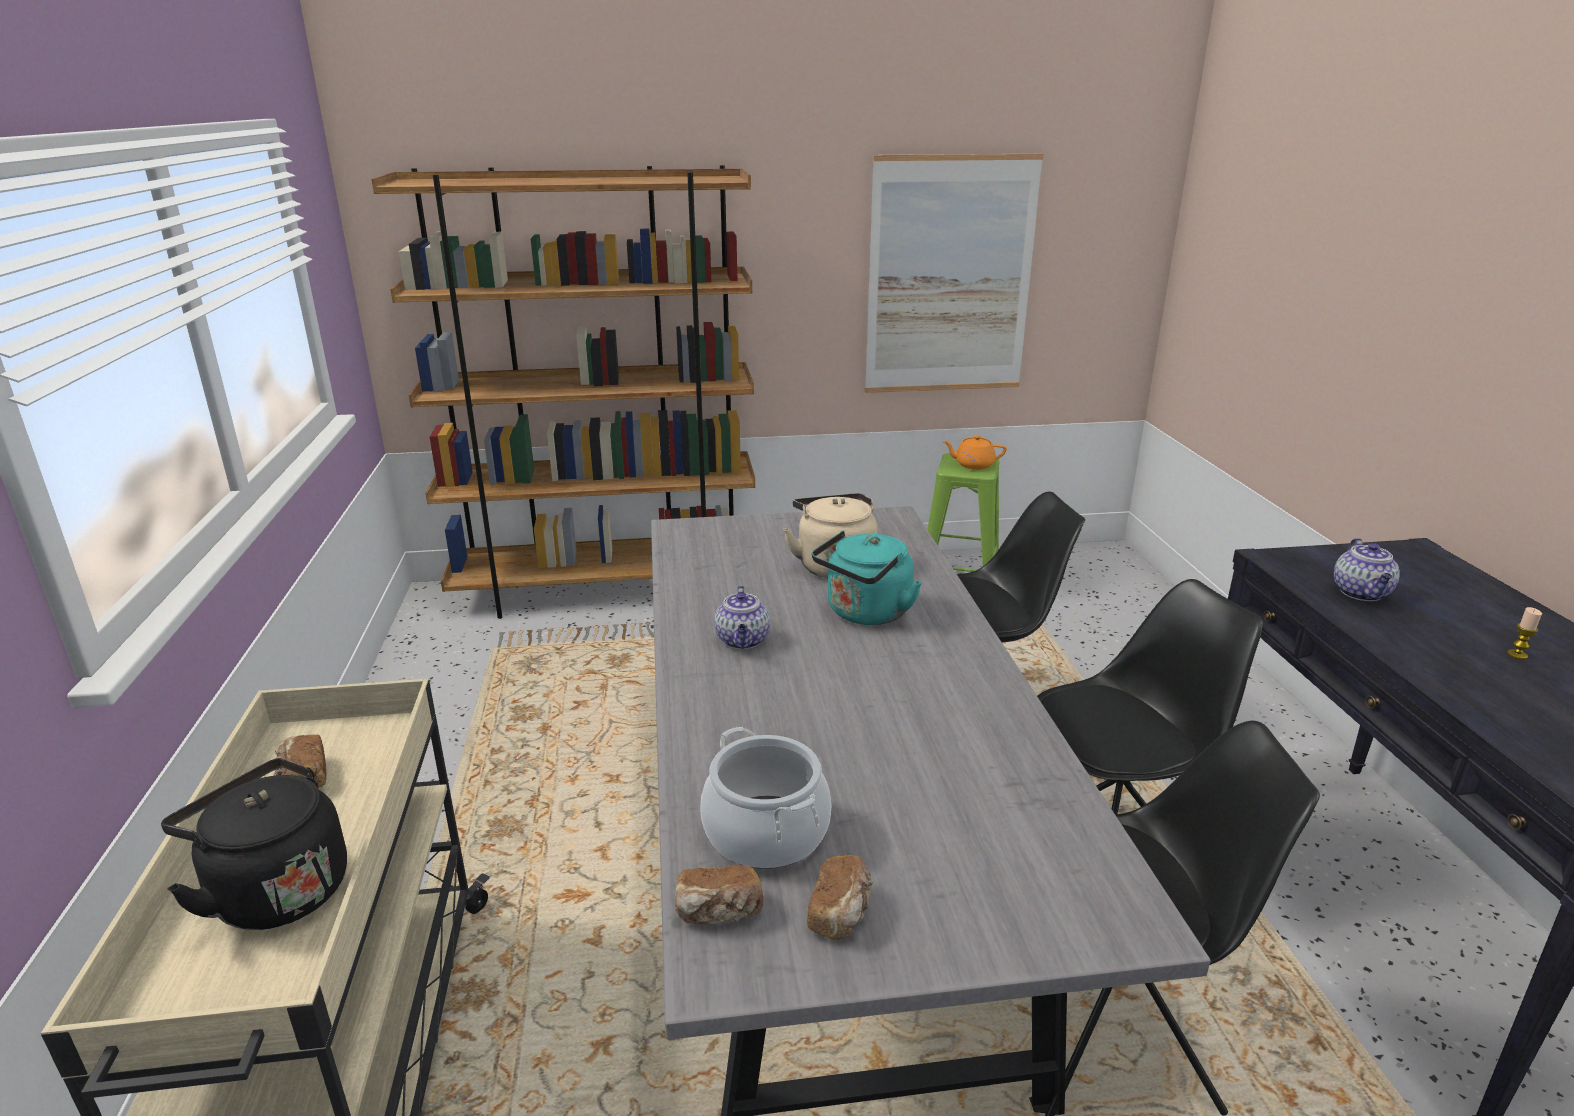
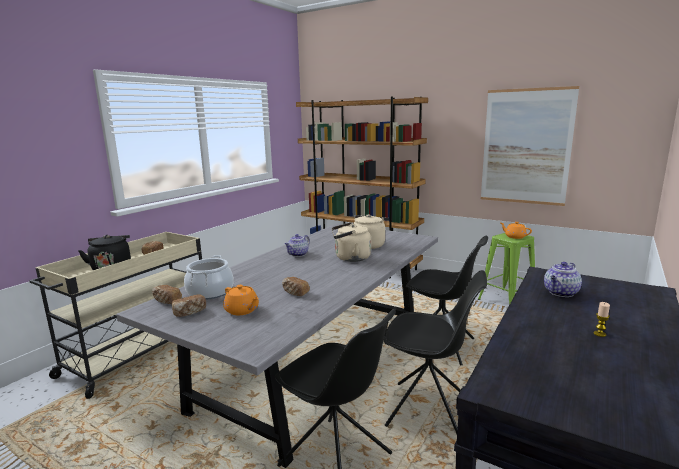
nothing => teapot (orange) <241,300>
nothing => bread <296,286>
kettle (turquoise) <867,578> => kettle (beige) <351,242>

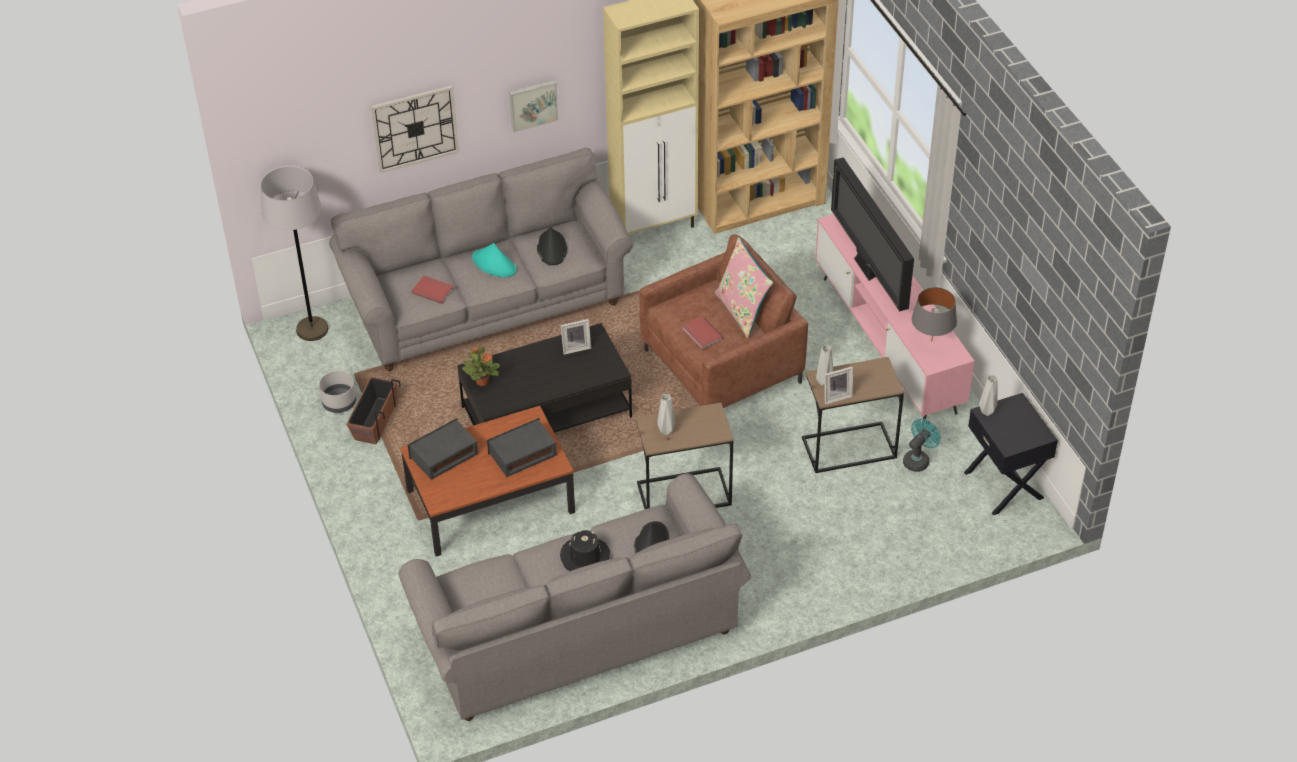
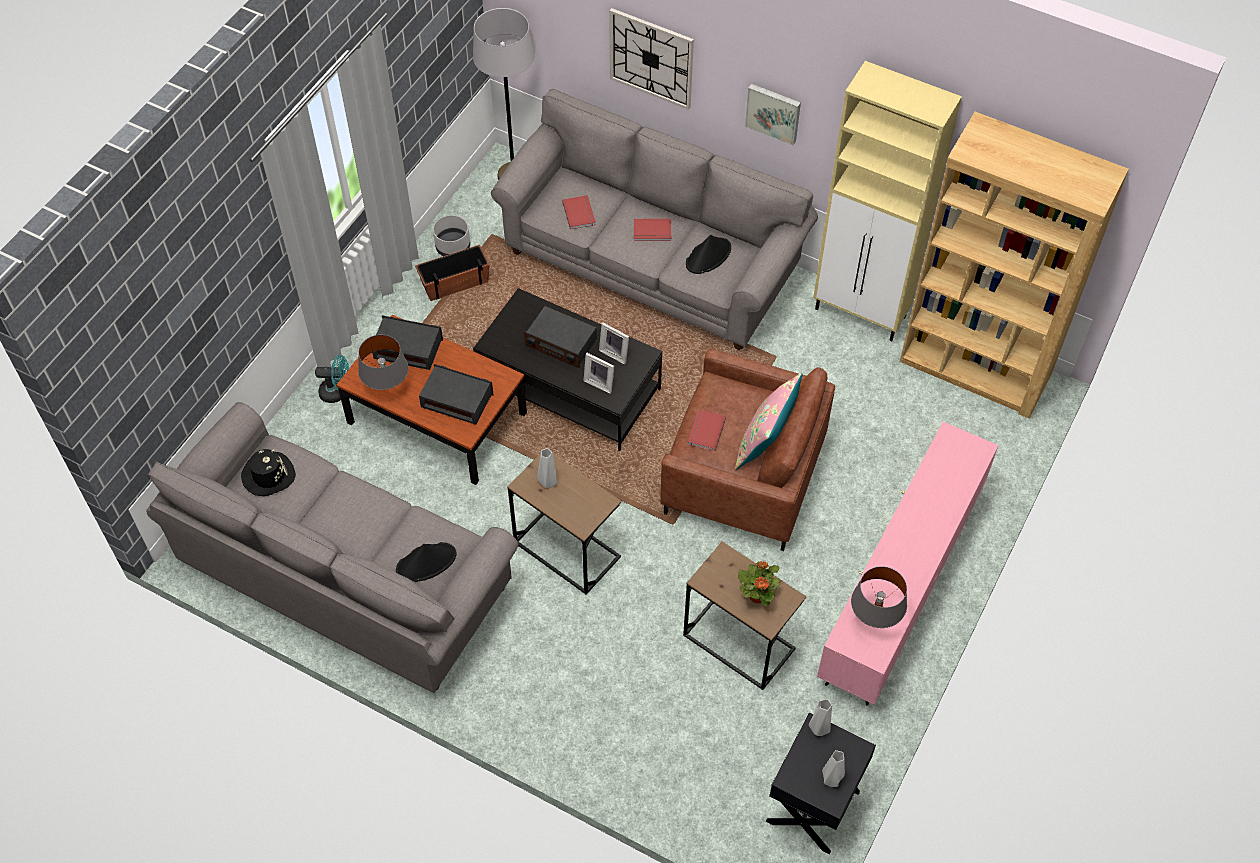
television <872,234> => nothing
nothing => table lamp (grey) <383,362>
nothing => radio <560,337>
potted plant <481,366> => potted plant <759,583>, move
hat (black) <585,550> => hat (black) <268,472>, move
vase (grey) <824,365> => vase (grey) <833,768>, move
picture frame <838,385> => picture frame <598,373>, move
fan (turquoise) <922,445> => fan (turquoise) <332,379>, move
hat (turquoise) <494,260> => book (red) <653,230>

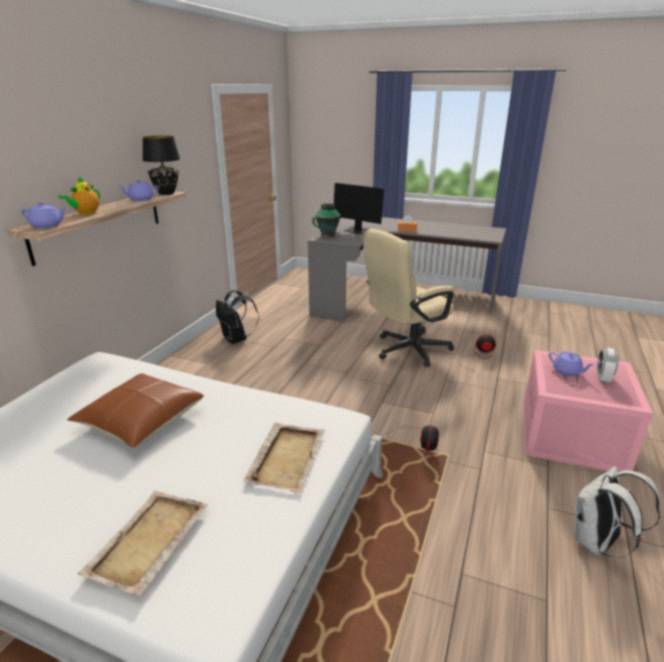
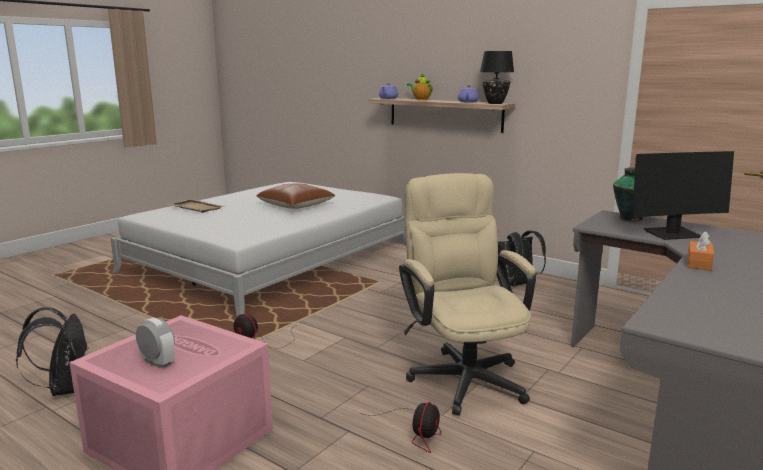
tray (beige) <283,458> => nothing
teapot (purple) <571,364> => nothing
backpack (white) <618,512> => backpack (black) <51,351>
monitor <359,209> => monitor <683,195>, 150 degrees counterclockwise

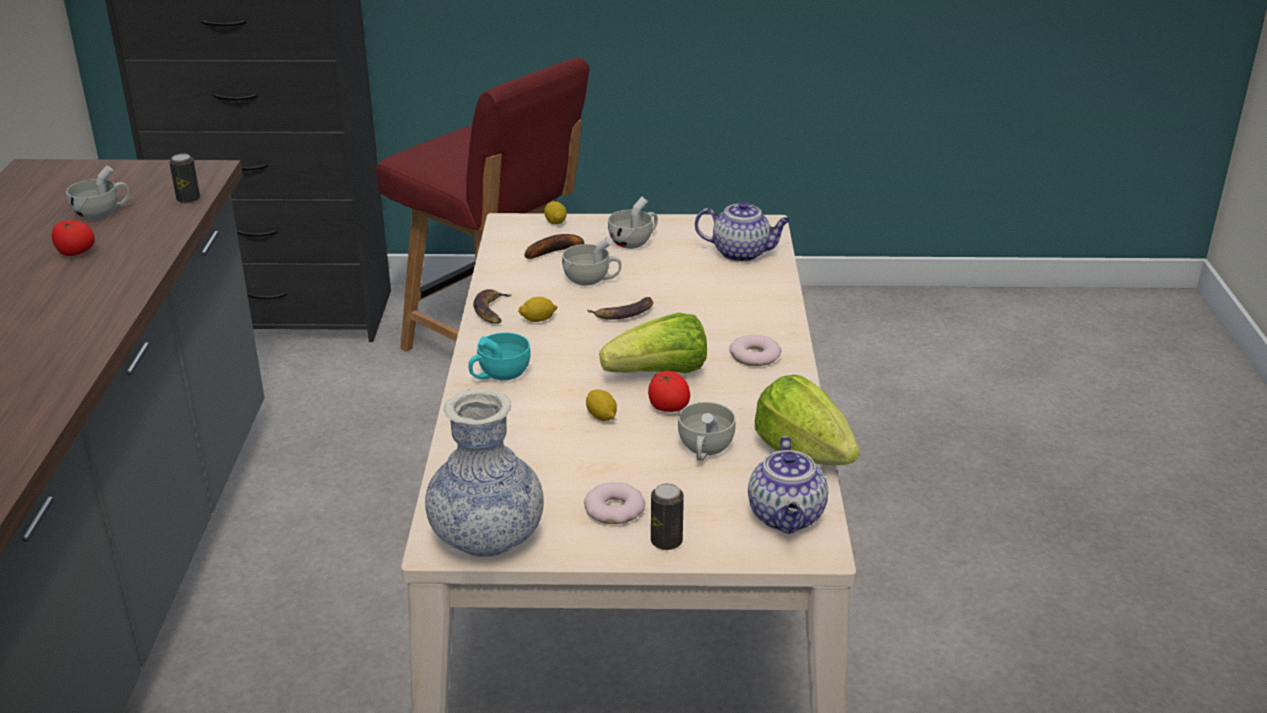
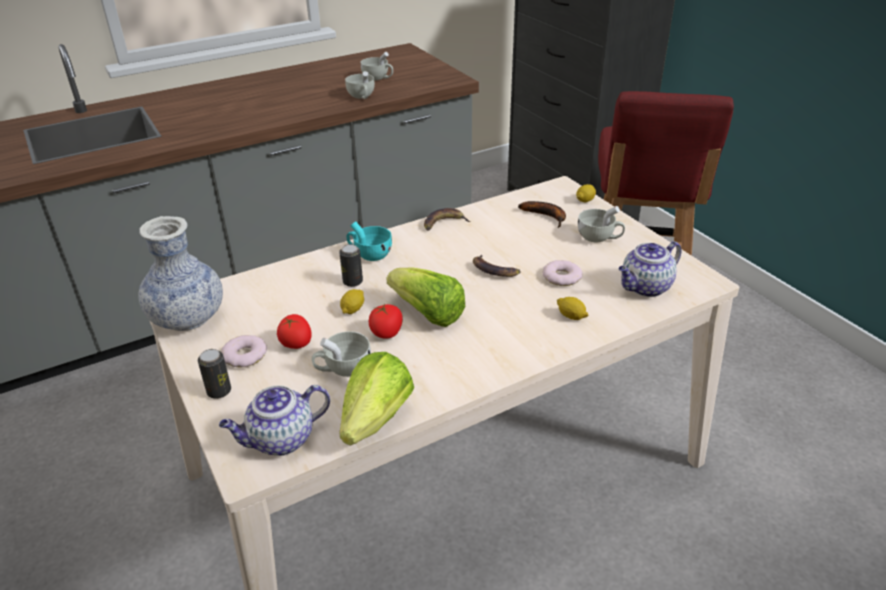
tomato <73,238> => tomato <294,331>, move
can <184,178> => can <351,265>, move
lemon <537,309> => lemon <573,308>, move
cup (white) <591,261> => cup (white) <360,85>, move
donut <755,350> => donut <562,273>, move
teapot <743,231> => teapot <649,269>, 75 degrees clockwise

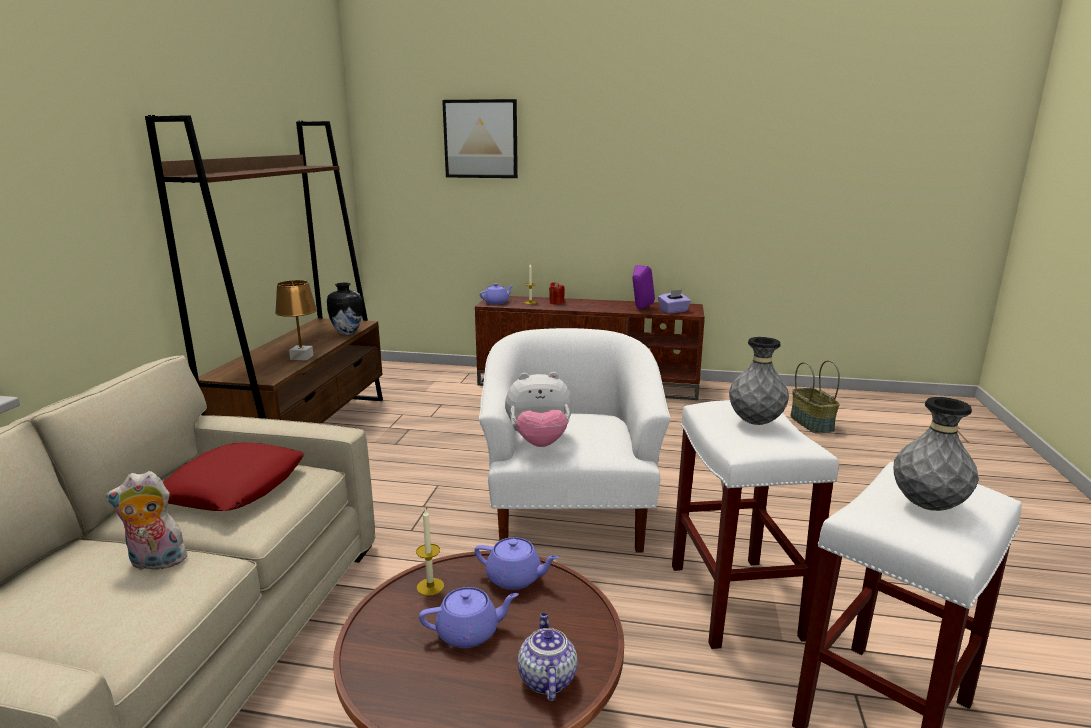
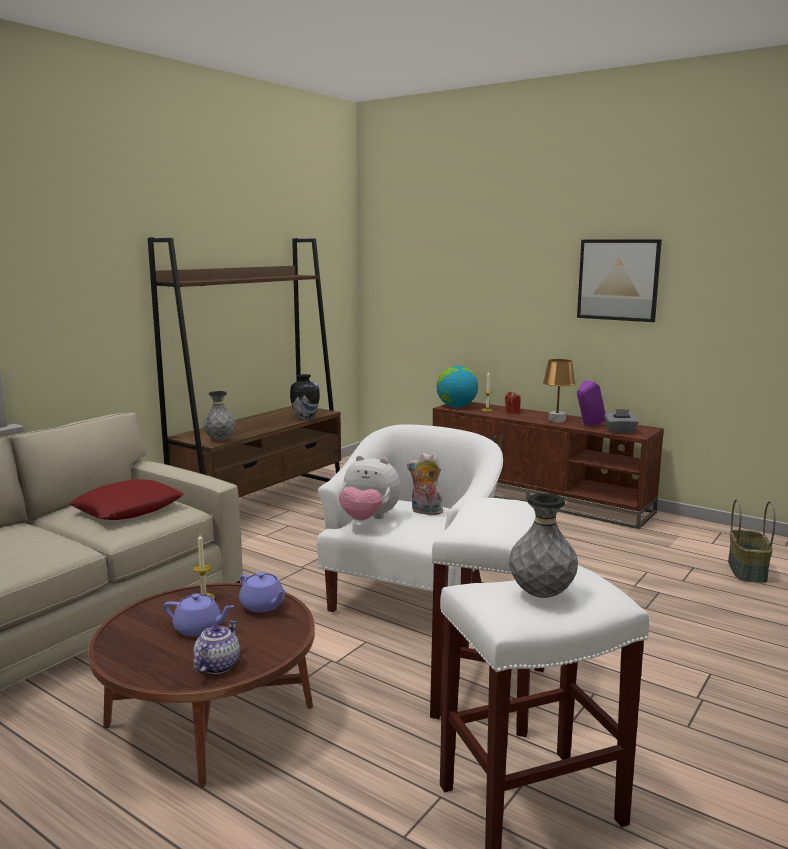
plush toy <148,520> => plush toy <425,484>, move
table lamp (brown) <296,320> => table lamp (brown) <559,391>, move
picture <480,138> => picture <619,280>, move
vase (grey) <759,381> => vase (grey) <219,416>, move
teapot (purple) <496,293> => globe <457,386>
tissue box (purple) <674,302> => tissue box (grey) <621,421>

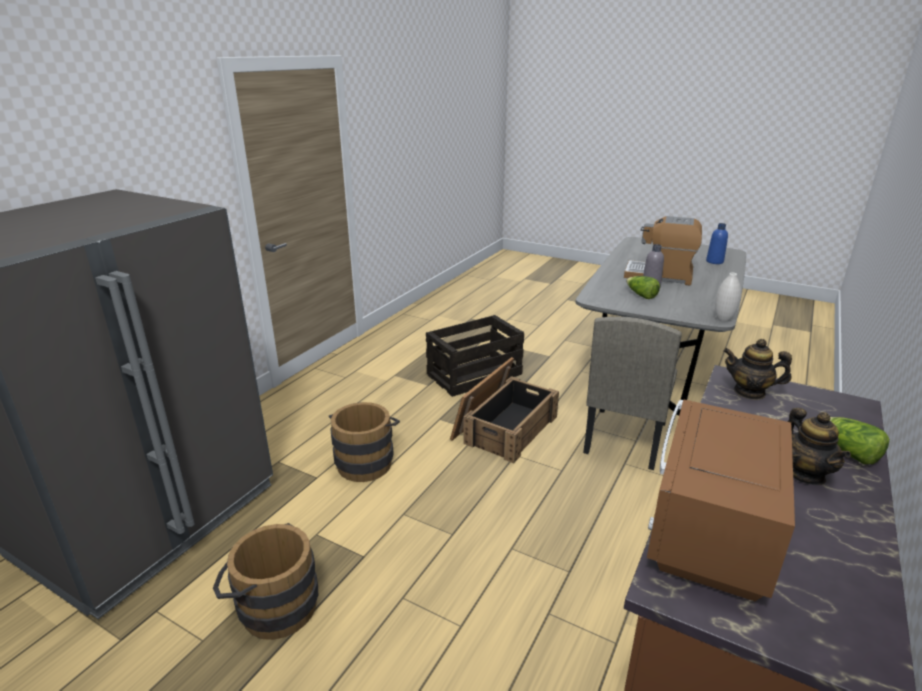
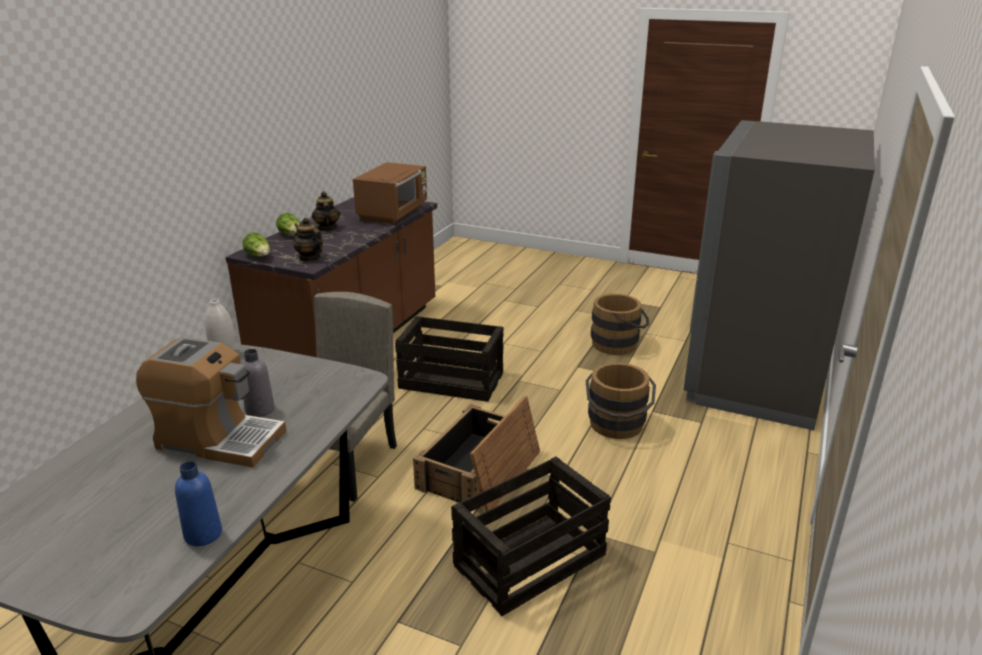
nothing => crate <449,359>
lettuce <643,287> => lettuce <256,244>, move
bottle (blue) <717,243> => bottle (blue) <198,503>, move
teapot <757,369> => teapot <308,239>, 150 degrees counterclockwise

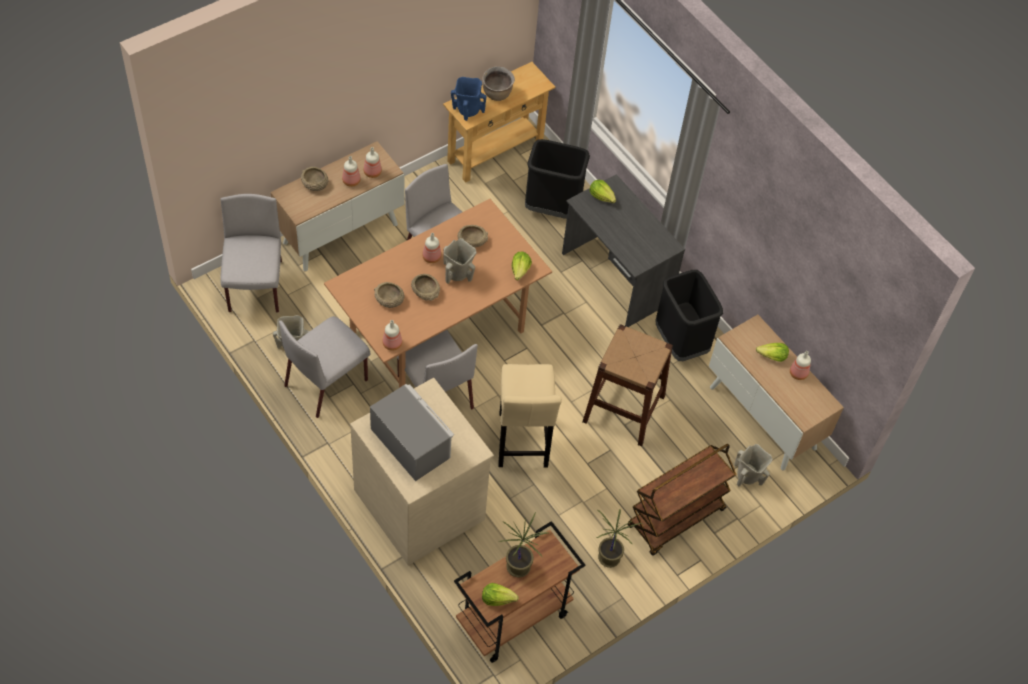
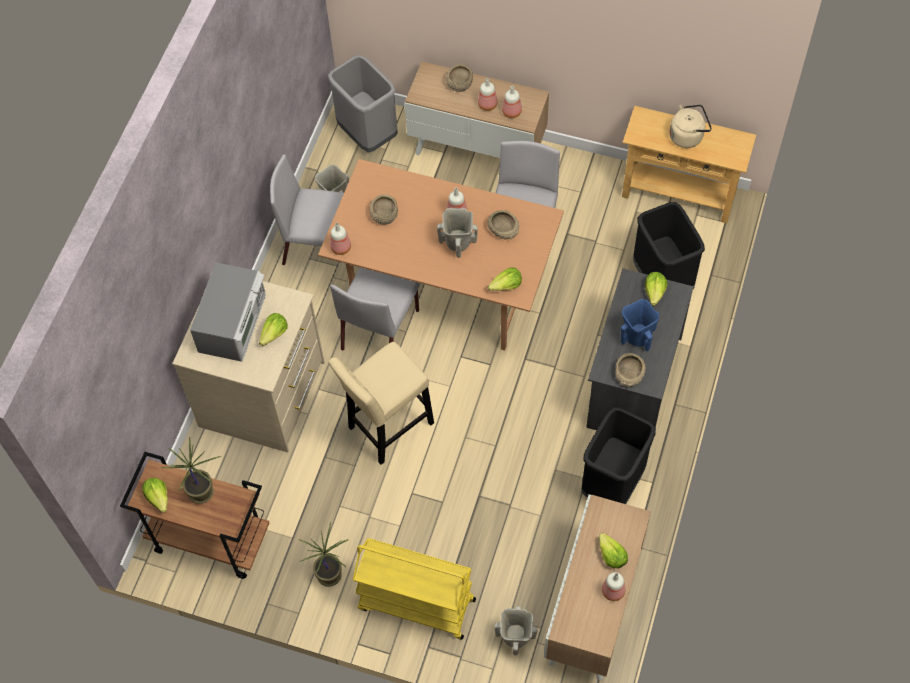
stool (brown) <627,385> => nothing
nothing => lettuce <273,329>
bowl (beige) <425,287> => bowl (beige) <630,370>, move
vase (blue) <468,99> => vase (blue) <640,325>, move
chair (grey) <251,253> => trash can (grey) <363,103>
cooking pot (brown) <498,83> => kettle (beige) <690,126>
cart (brown) <682,500> => cart (yellow) <414,589>

